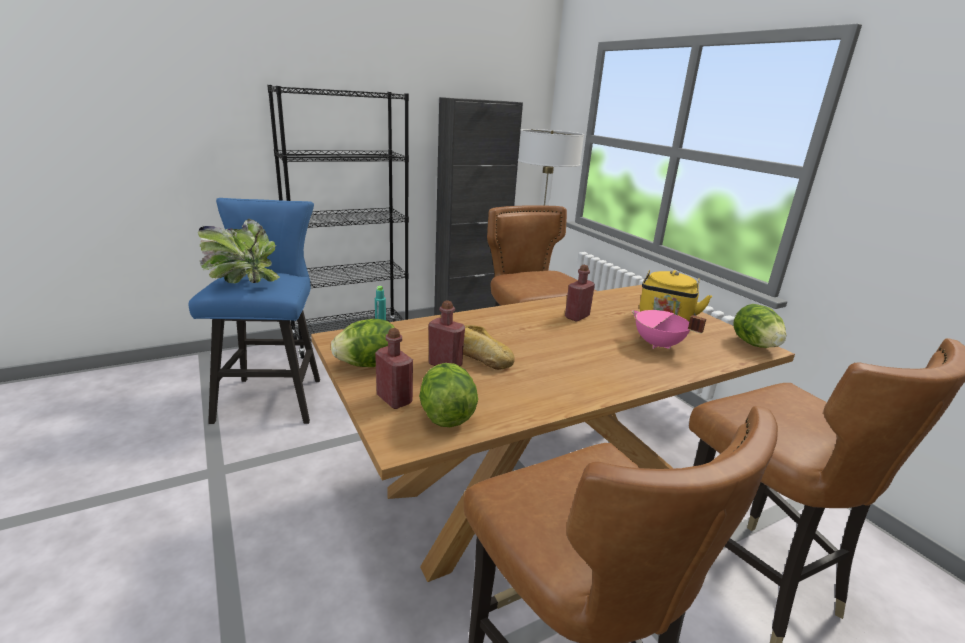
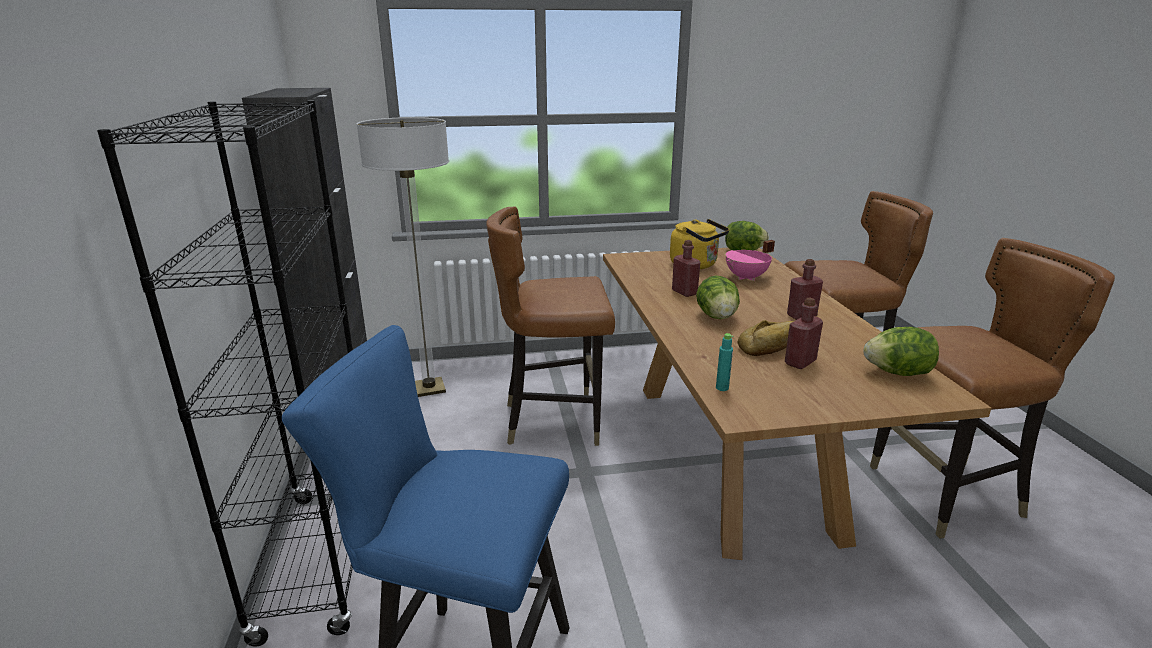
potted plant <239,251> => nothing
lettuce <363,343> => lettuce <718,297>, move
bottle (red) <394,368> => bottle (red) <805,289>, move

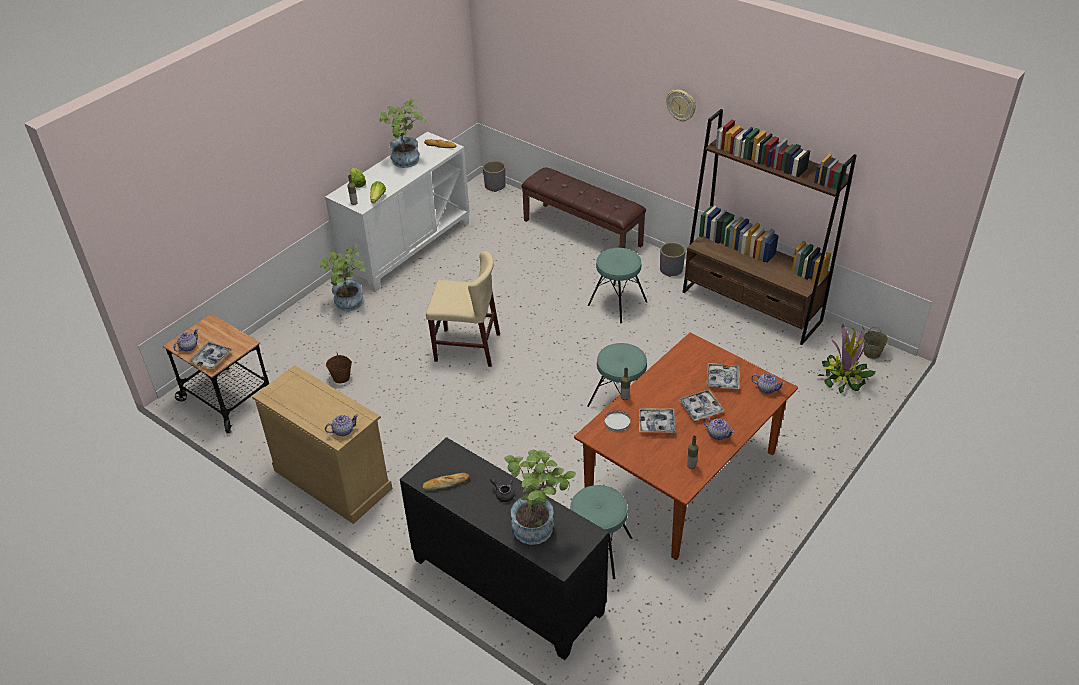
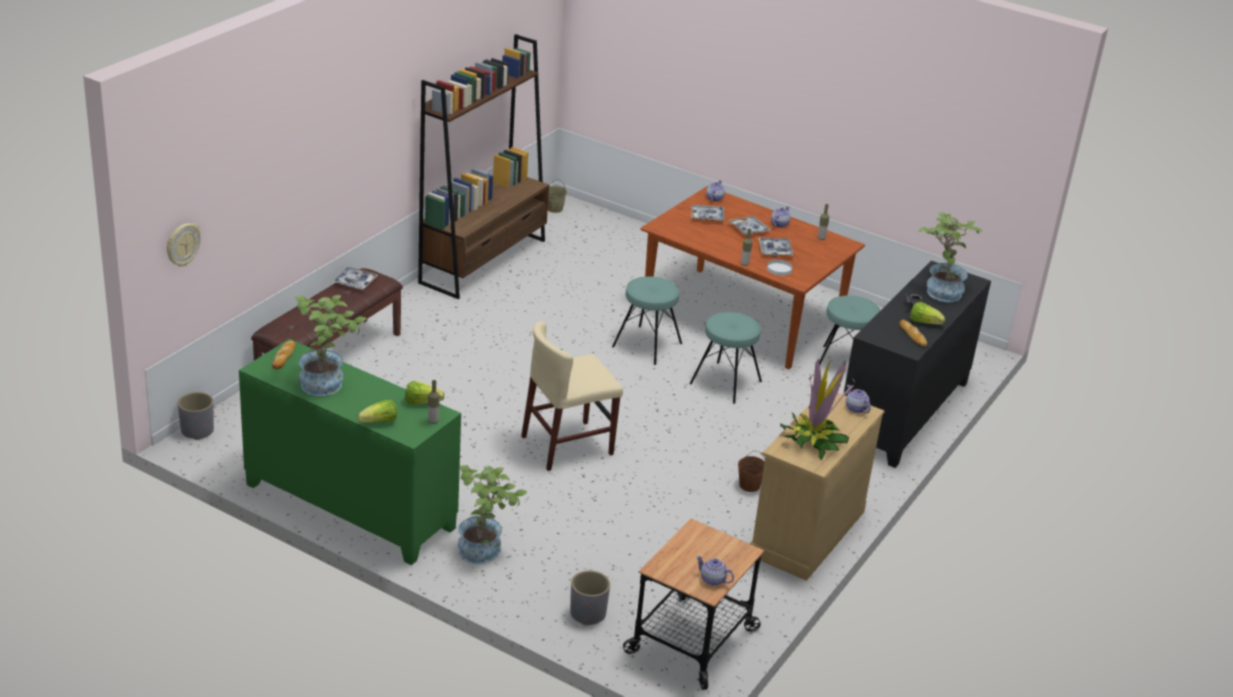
nothing => lettuce <927,313>
tray <210,355> => tray <355,278>, move
bucket (brown) <339,367> => bucket (brown) <751,471>, move
stool (turquoise) <617,285> => stool (turquoise) <726,358>, move
planter (grey) <672,259> => planter (grey) <590,598>, move
wall clock <681,106> => wall clock <184,245>, move
potted plant <847,358> => potted plant <817,409>, move
cabinet (white) <397,212> => cabinet (green) <350,452>
chair (beige) <463,309> => chair (beige) <572,396>, 120 degrees counterclockwise

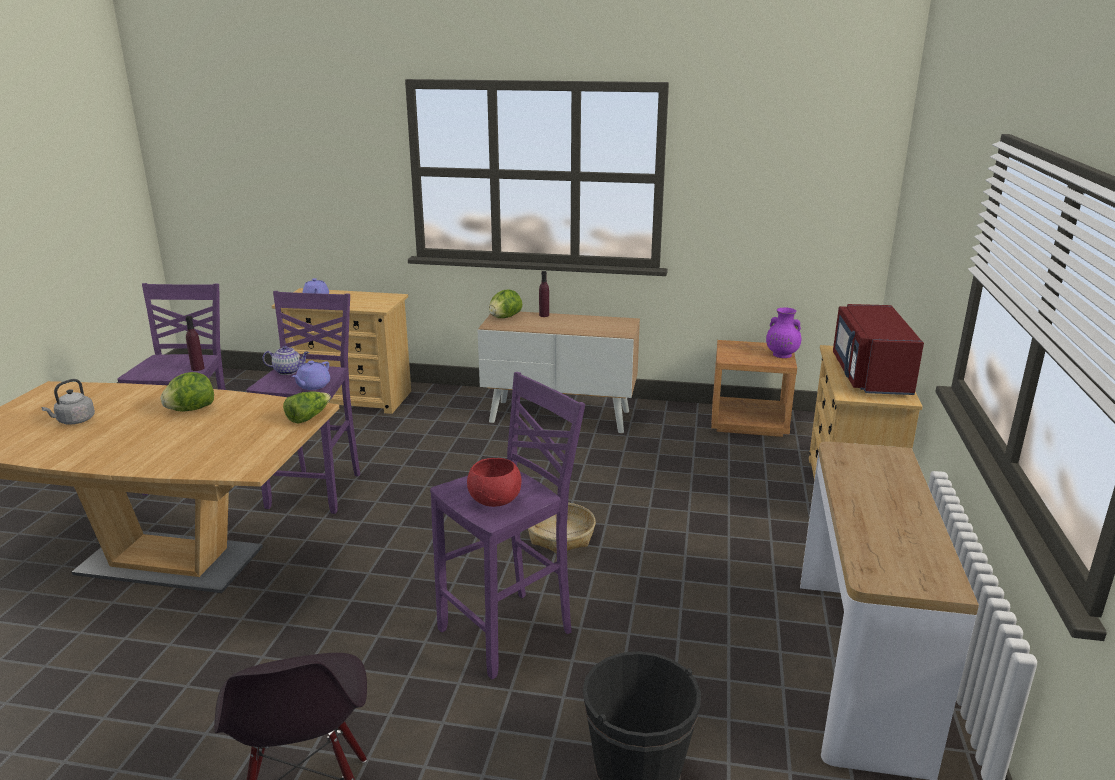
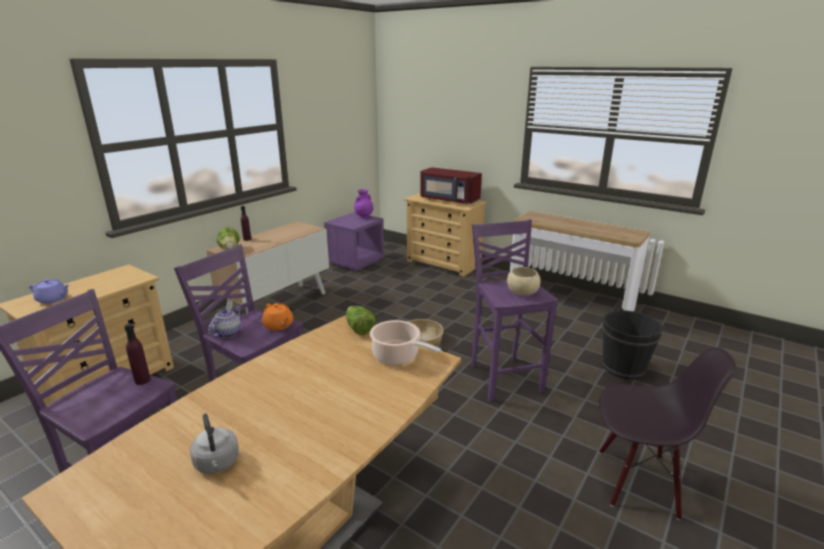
lettuce <187,391> => nothing
nothing => cooking pot <405,342>
teapot (purple) <311,375> => teapot (orange) <277,317>
bowl (red) <494,482> => bowl (beige) <524,281>
nightstand (brown) <754,388> => nightstand (purple) <354,241>

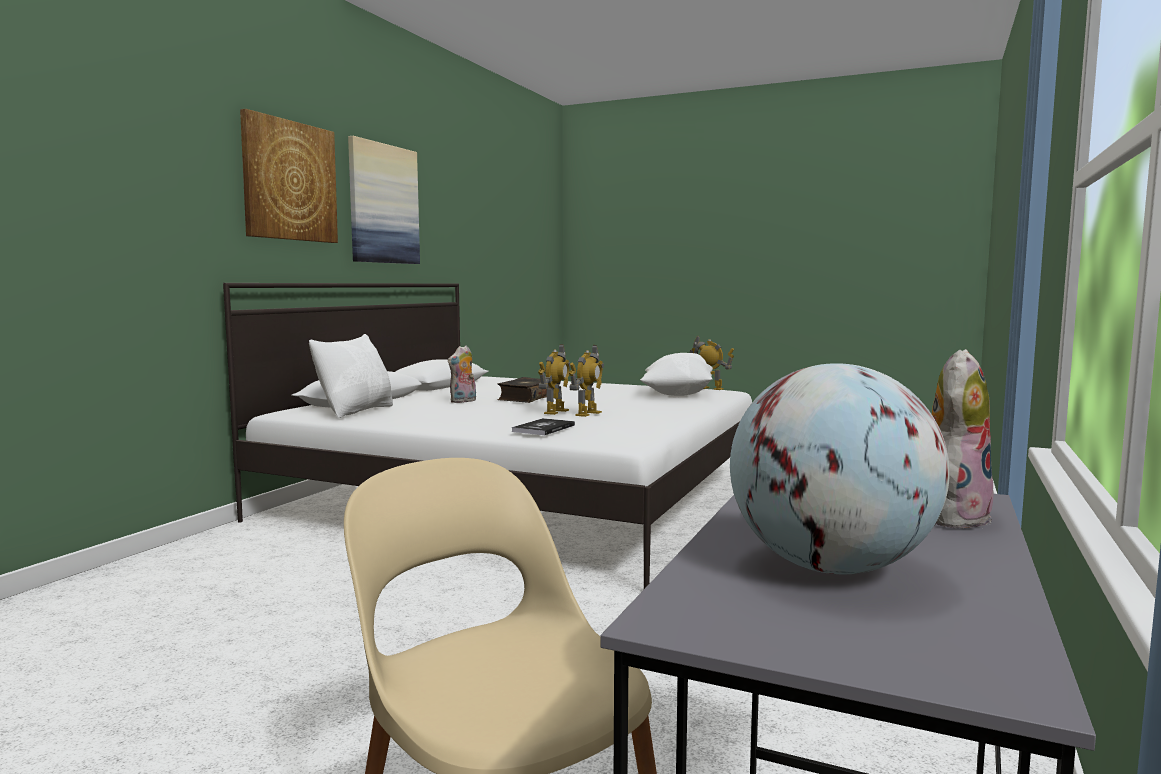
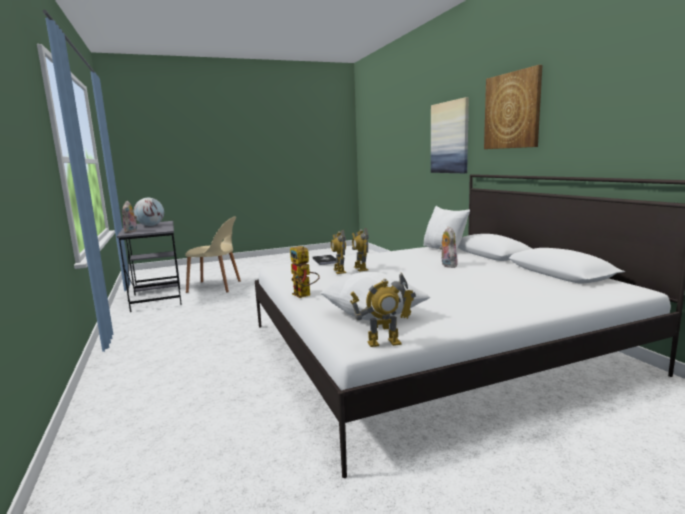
book <525,390> => nothing
nothing => toy robot <305,272>
picture <384,200> => picture <450,135>, move

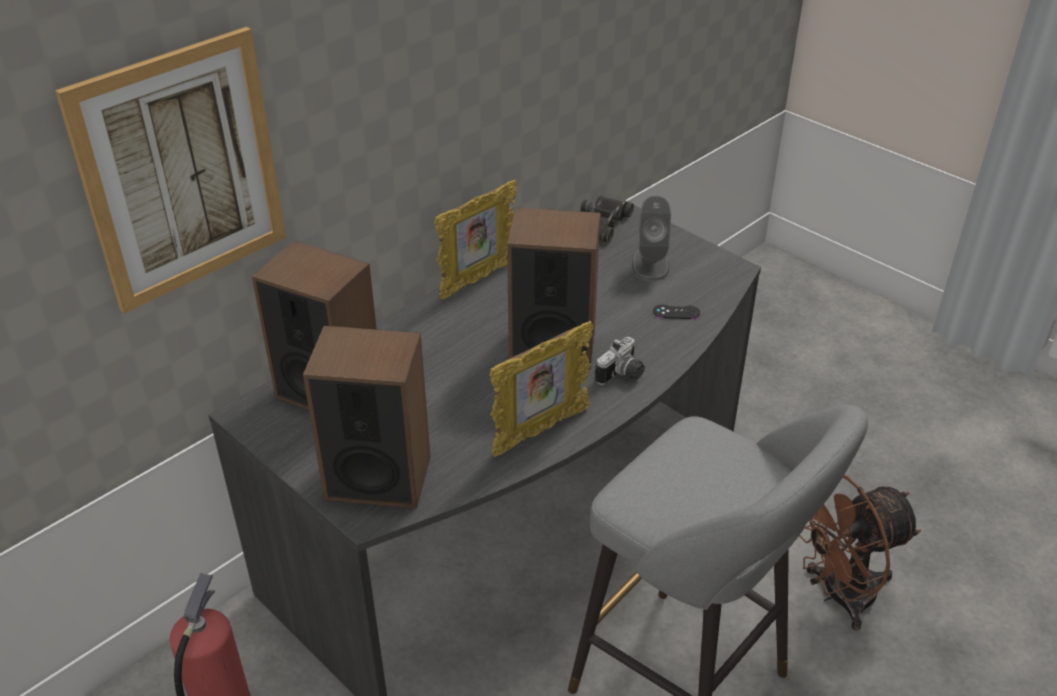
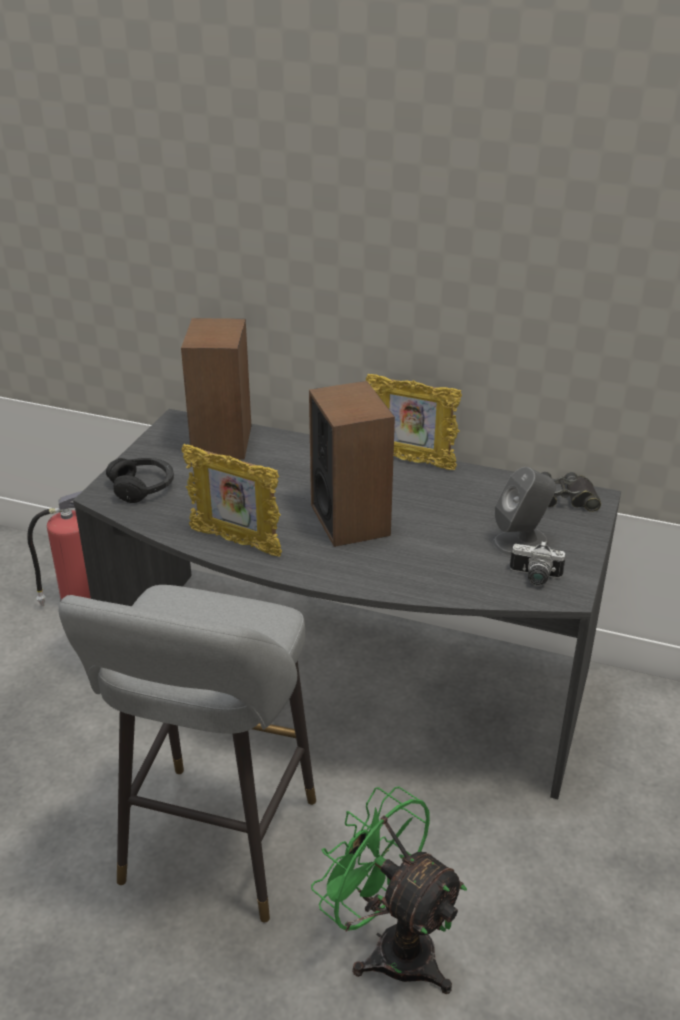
picture <170,170> => nothing
game controller (black) <676,311> => nothing
photo camera <620,361> => photo camera <537,564>, move
speaker <367,417> => headphones (black) <140,480>
fan (brown) <860,552> => fan (green) <389,890>

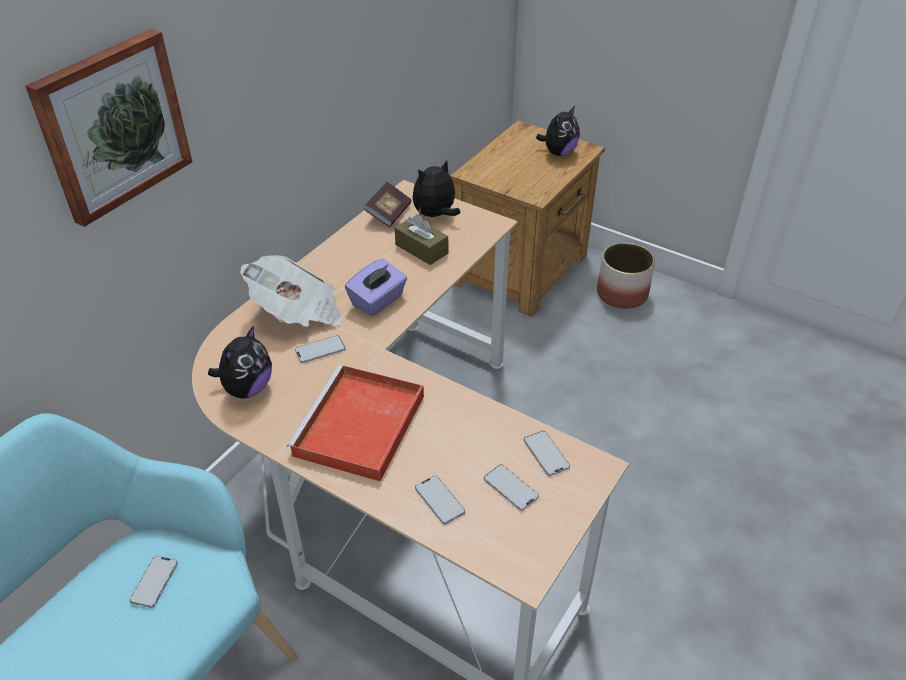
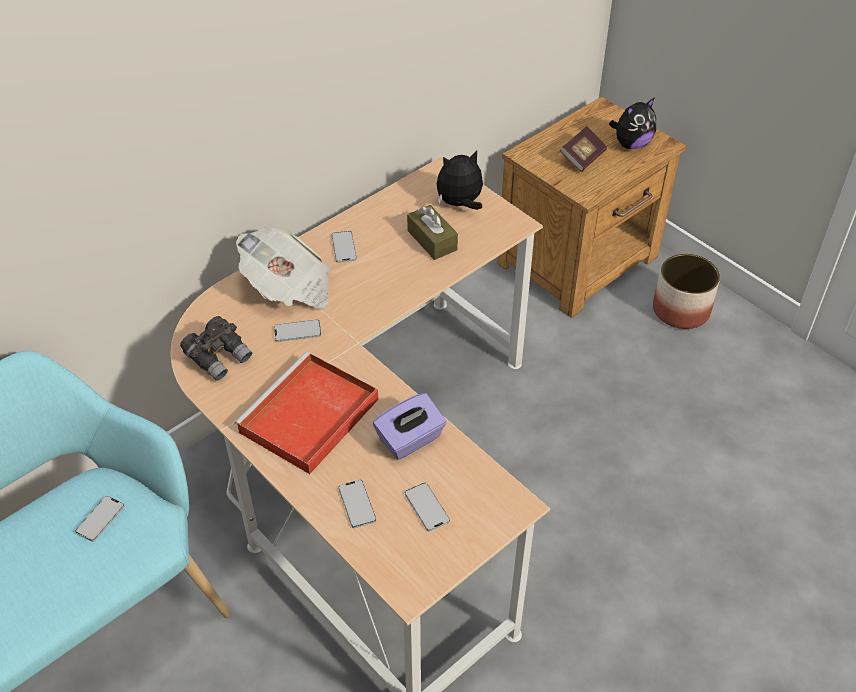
picture <108,128> => nothing
tissue box (purple) <376,287> => tissue box (purple) <410,426>, move
book <387,204> => book <583,149>, move
phone <547,453> => phone <344,247>, move
plush toy <240,362> => binoculars (grey) <216,348>

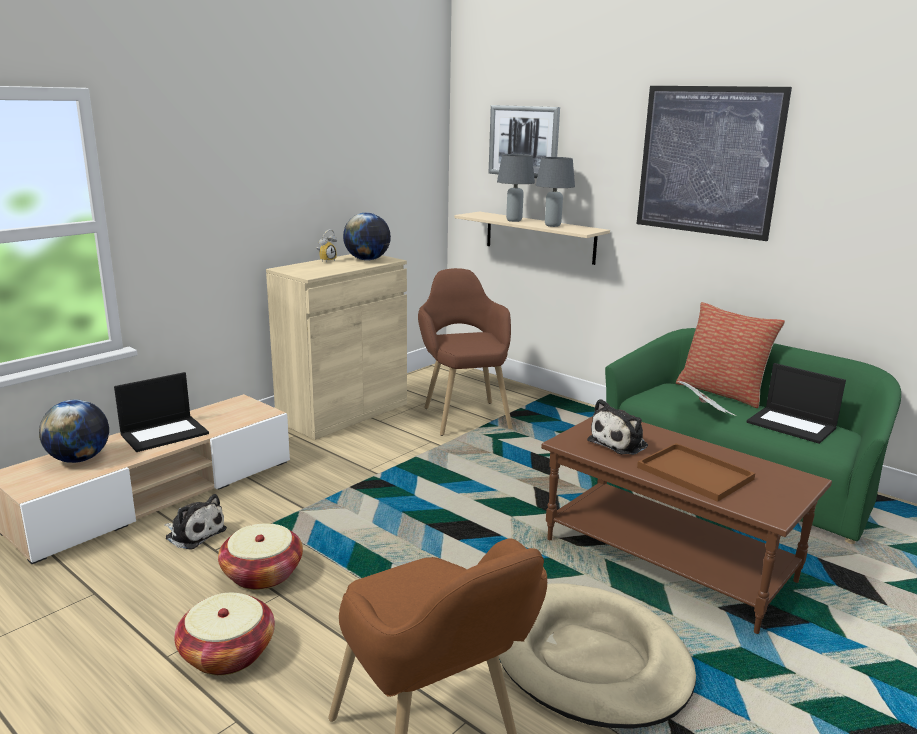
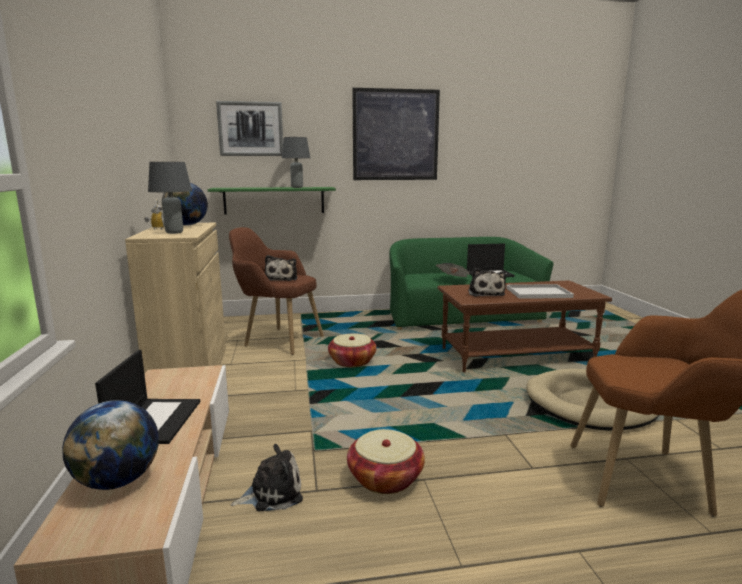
pillow <730,355> => nothing
nothing => plush toy <281,268>
basket <224,634> => basket <352,350>, move
table lamp (grey) <516,188> => table lamp (grey) <170,198>, move
shelf (beige) <532,238> => shelf (green) <272,201>
tray (brown) <696,472> => tray (white) <540,291>

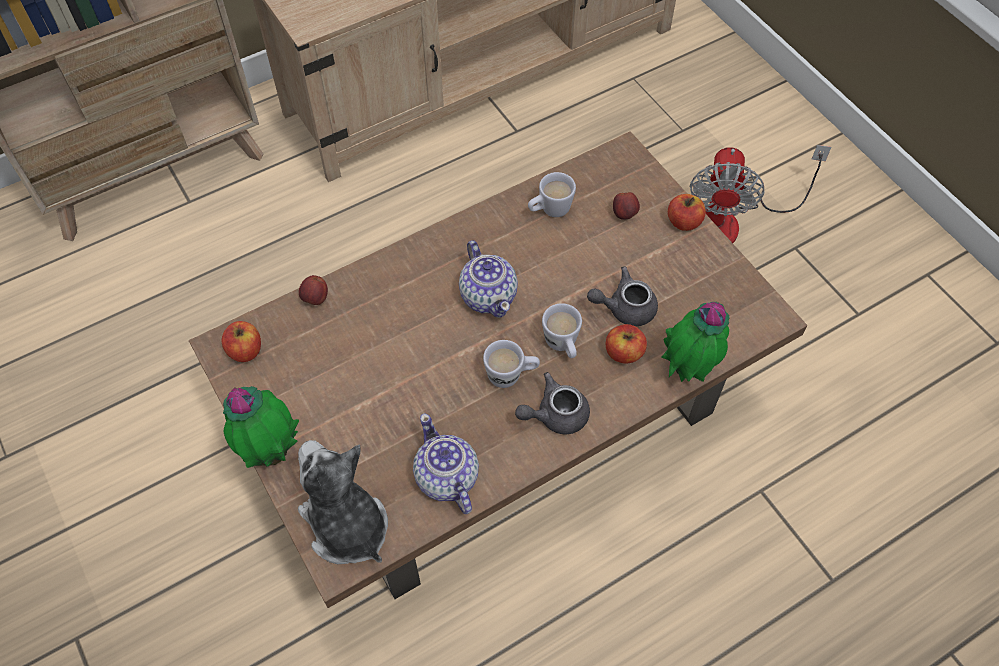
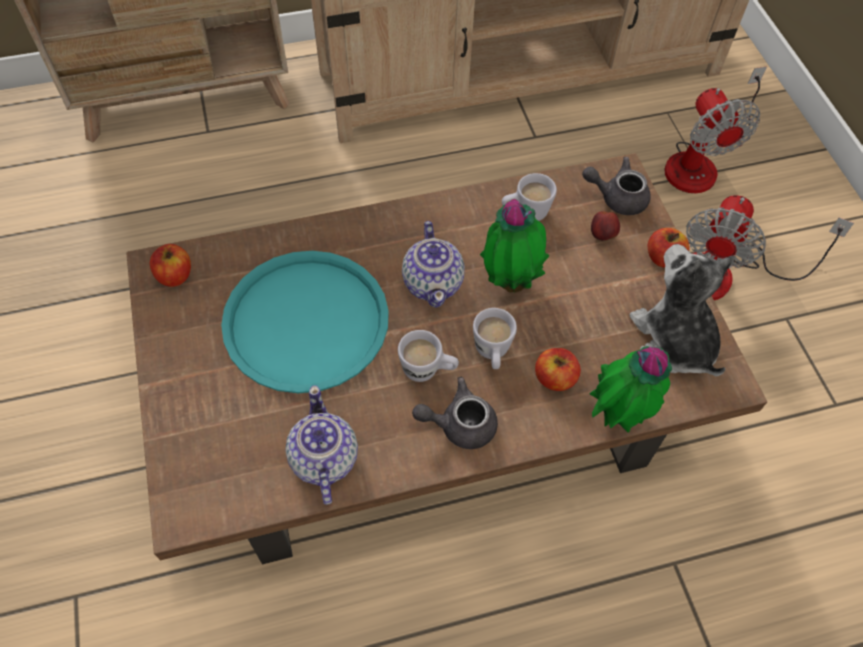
apple <313,290> => nothing
nothing => tray (turquoise) <305,322>
nothing => fan <715,130>
potted plant <261,427> => potted plant <514,246>, move
plush toy <343,502> => plush toy <682,310>, move
teapot (grey) <622,296> => teapot (grey) <616,186>, move

